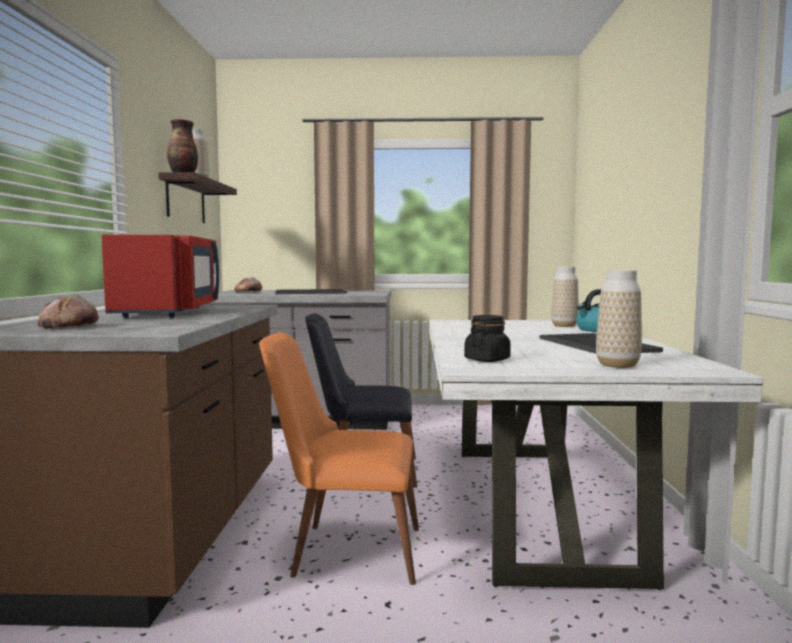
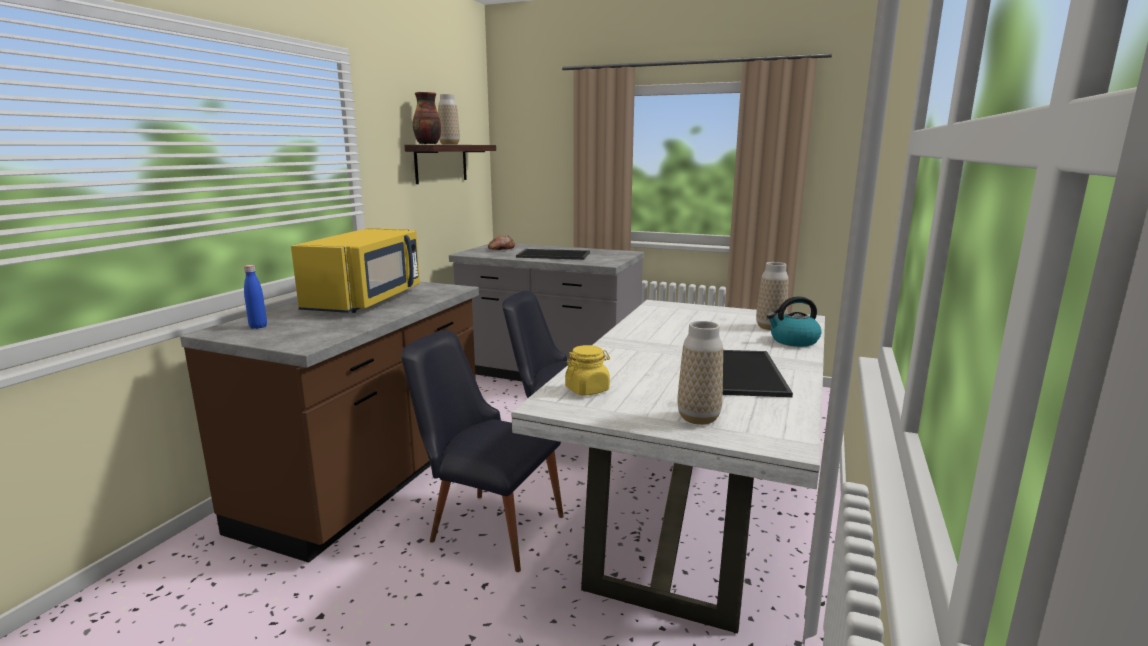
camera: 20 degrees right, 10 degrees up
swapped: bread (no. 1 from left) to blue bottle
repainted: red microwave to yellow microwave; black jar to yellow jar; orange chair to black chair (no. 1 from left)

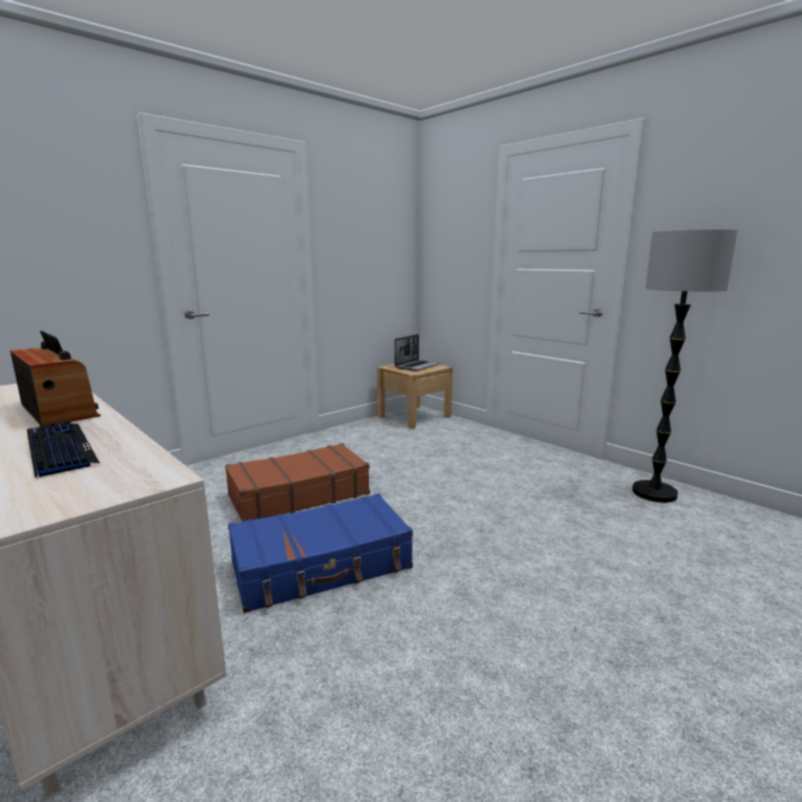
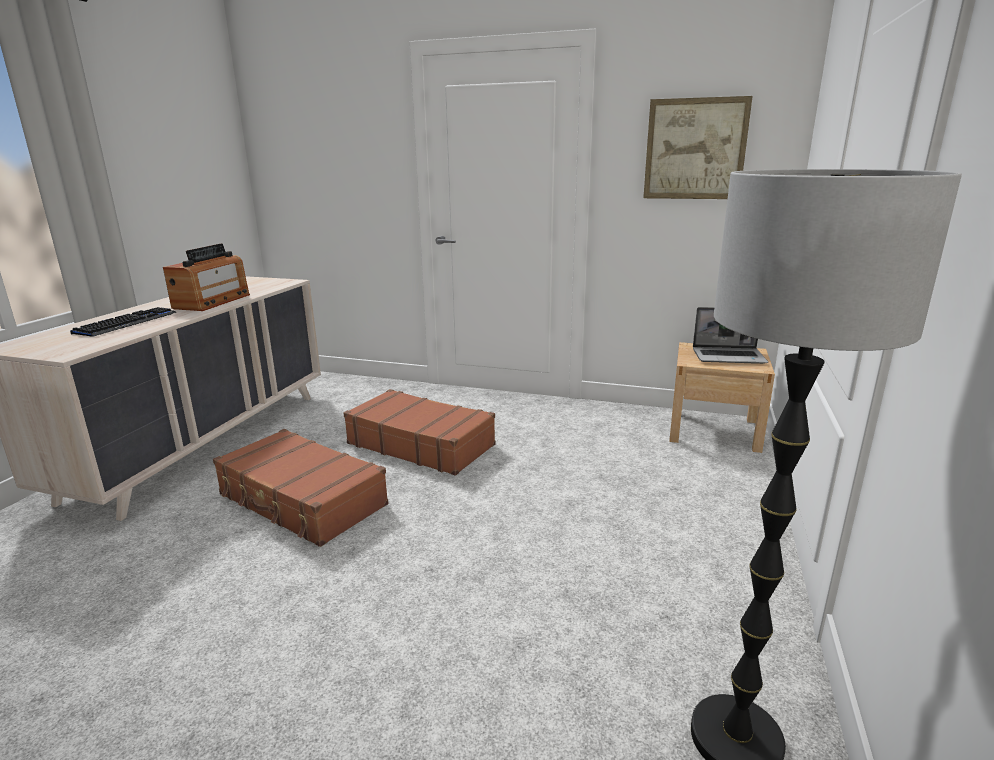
camera: 60 degrees right, 5 degrees up
new: picture
repainted: blue suitcase to brown suitcase (no. 1 from left)

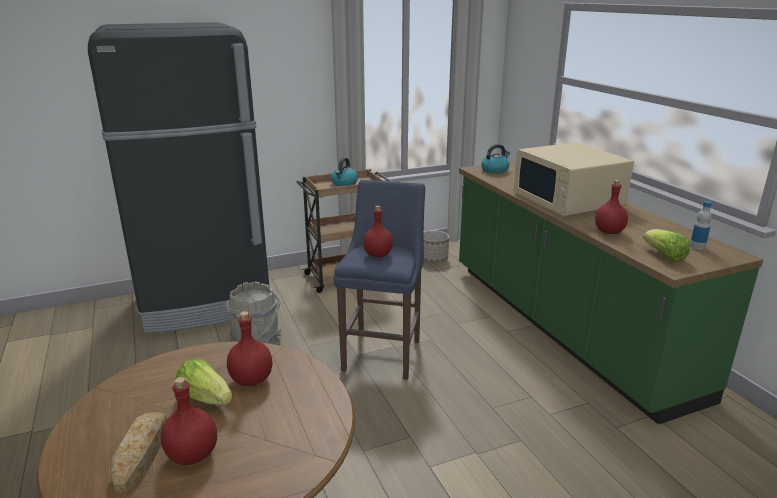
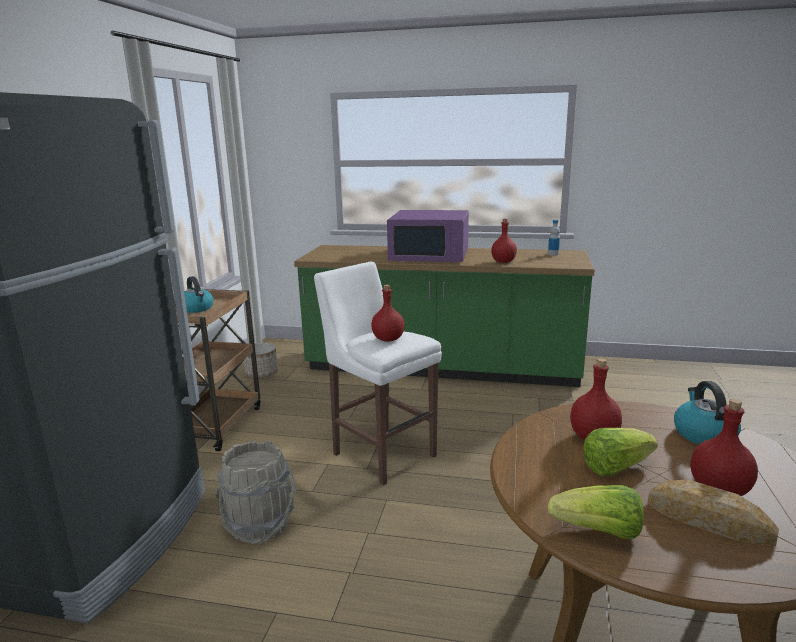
camera: 55 degrees left, 5 degrees down
shifted: kettle (no. 2 from left); lettuce (no. 2 from left in the first image) to lettuce (no. 1 from left)
repainted: beige microwave to purple microwave; blue stool to white stool

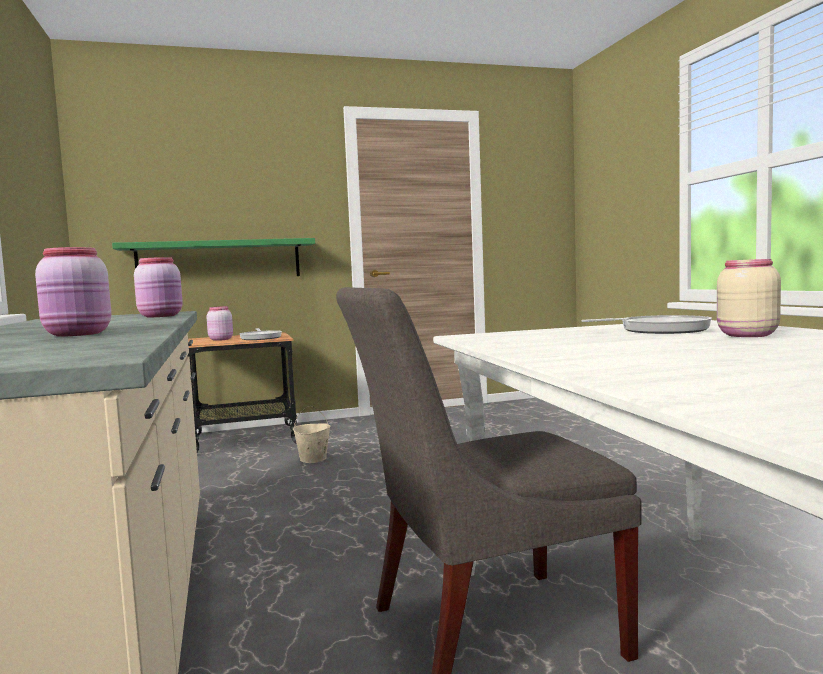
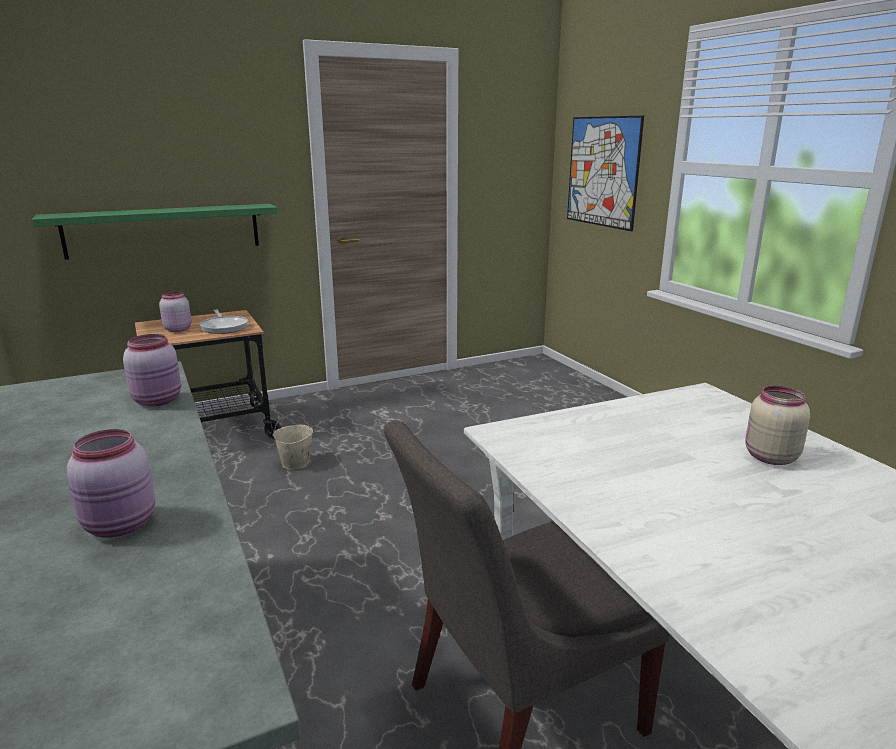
camera: 10 degrees left, 15 degrees up
gone: frying pan (no. 2 from left)
new: picture

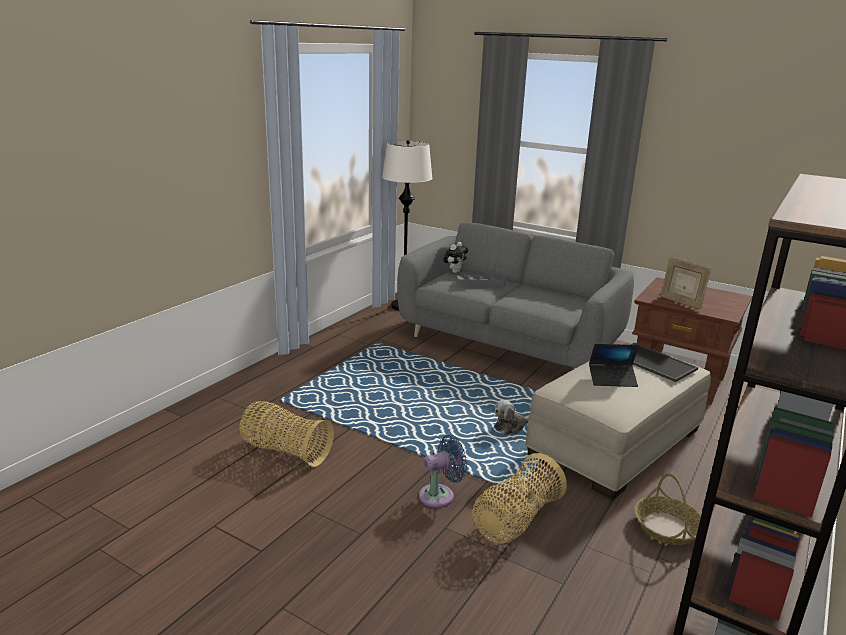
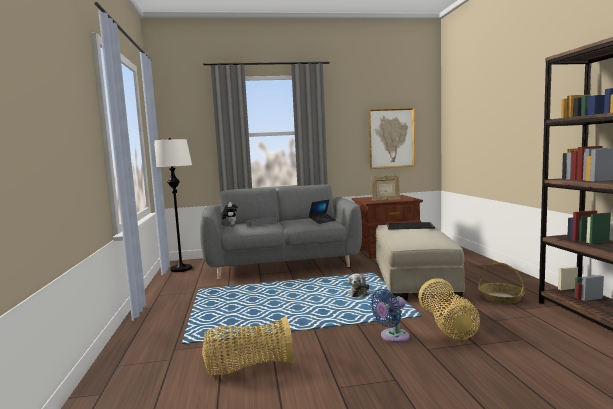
camera: 40 degrees left, 15 degrees down
new: picture
shifted: laptop
rotated: blue fan 150 degrees counterclockwise

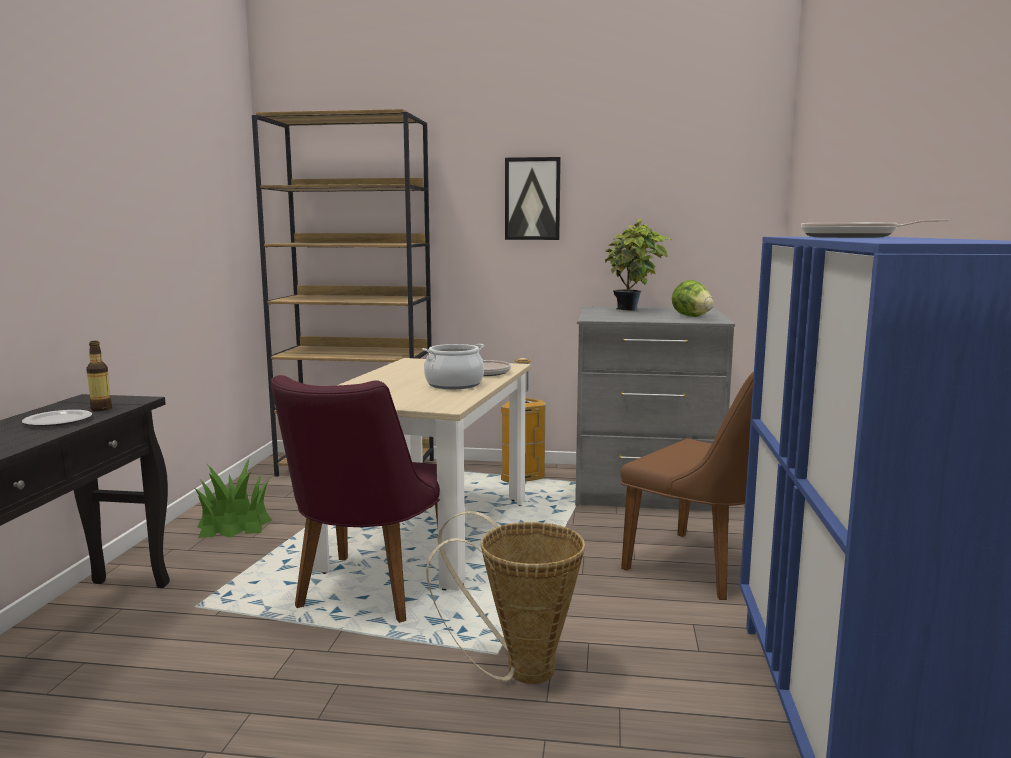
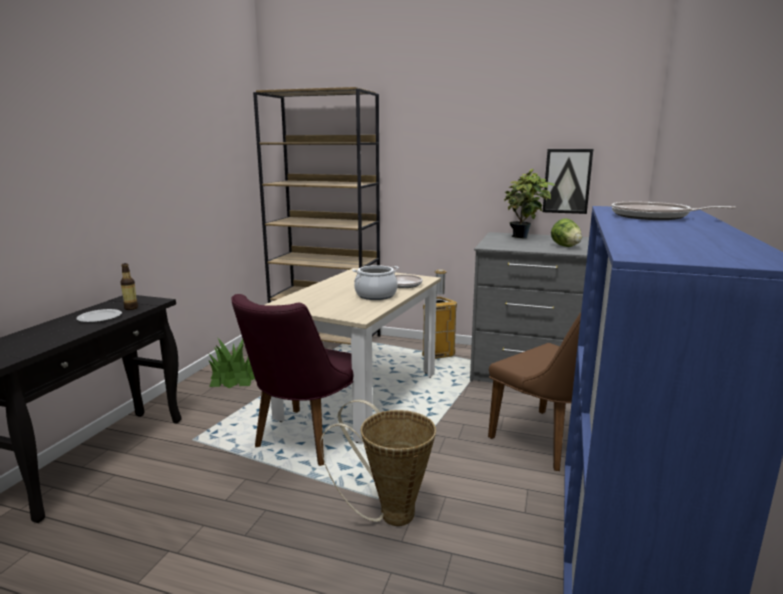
camera: 10 degrees right, 5 degrees up
shifted: picture

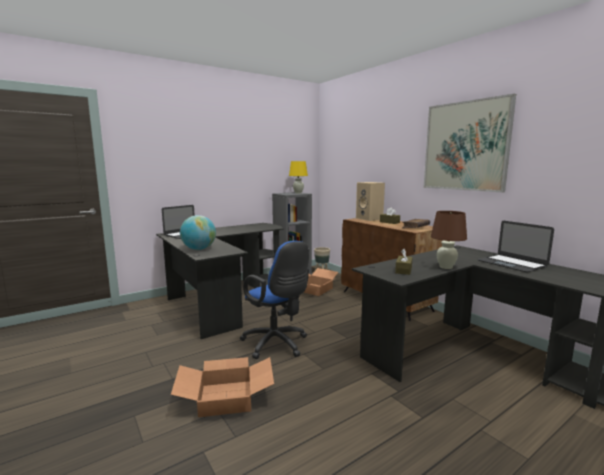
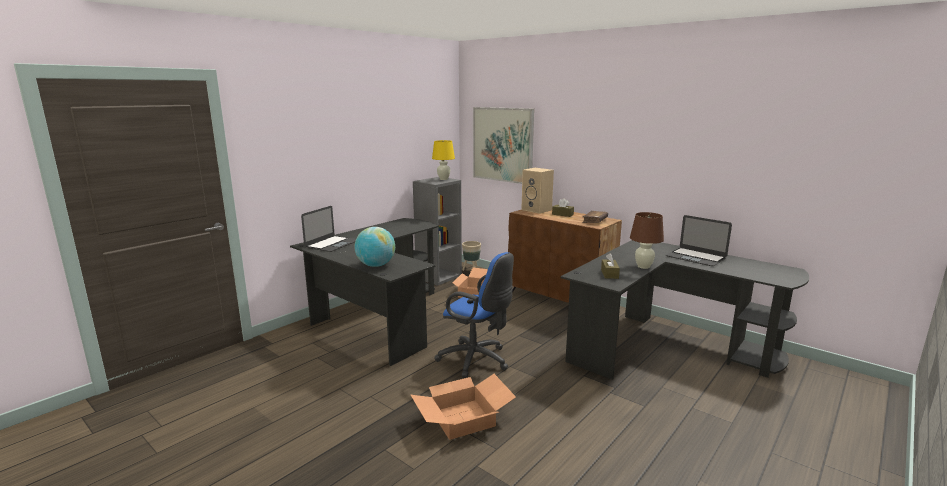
camera: 15 degrees left, 5 degrees up
shifted: picture

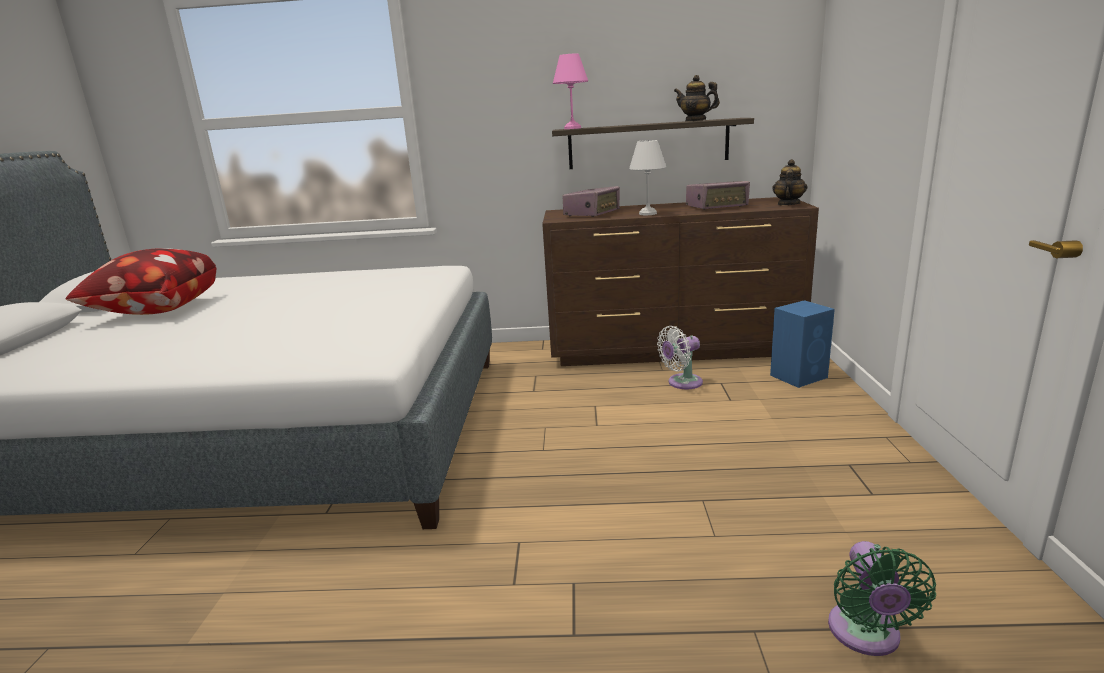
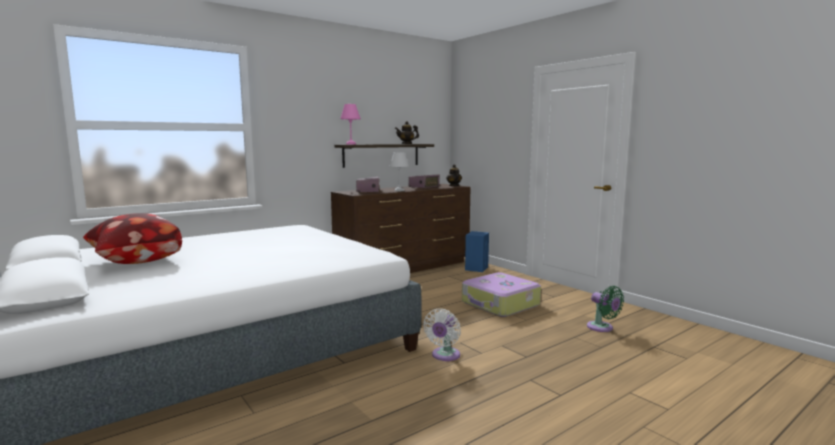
camera: 40 degrees left, 10 degrees down
new: suitcase
shifted: white fan

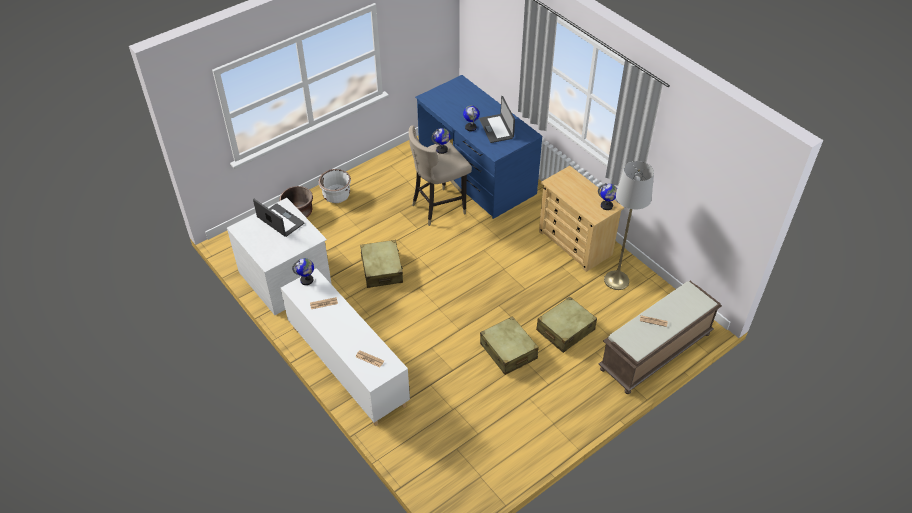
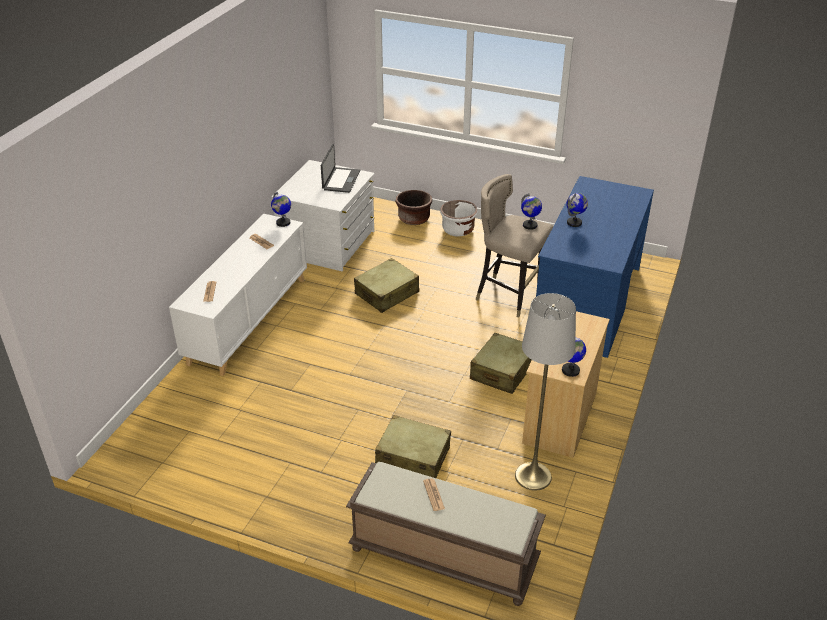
camera: 60 degrees right, 10 degrees down
gone: laptop (no. 2 from left)
shifted: beige suitcase (no. 2 from left in the first image) to beige suitcase (no. 3 from left)

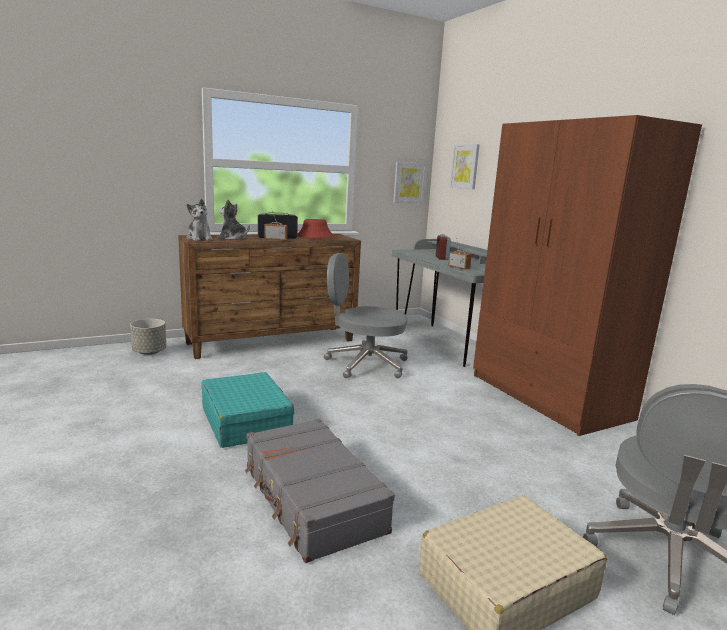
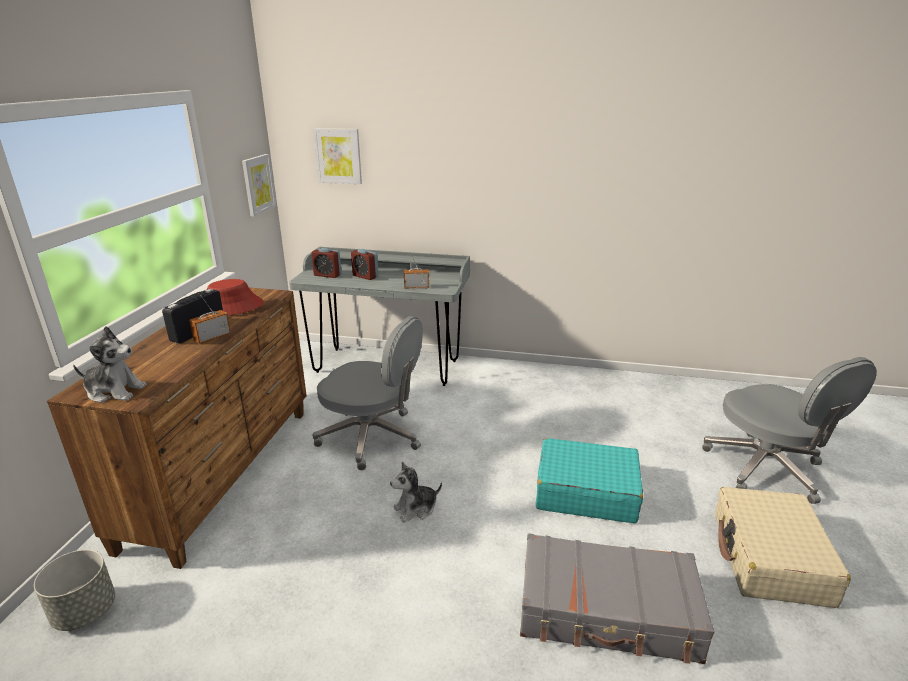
camera: 50 degrees left, 10 degrees up
gone: brown wardrobe
new: alarm clock (no. 1 from left)
shifted: plush toy (no. 2 from left); turquoise suitcase
rotated: grey office chair (no. 1 from left) 120 degrees counterclockwise

